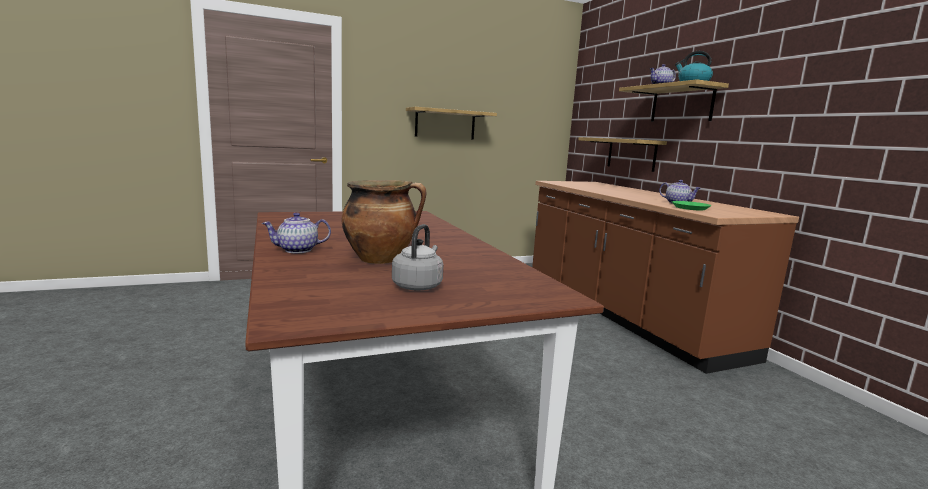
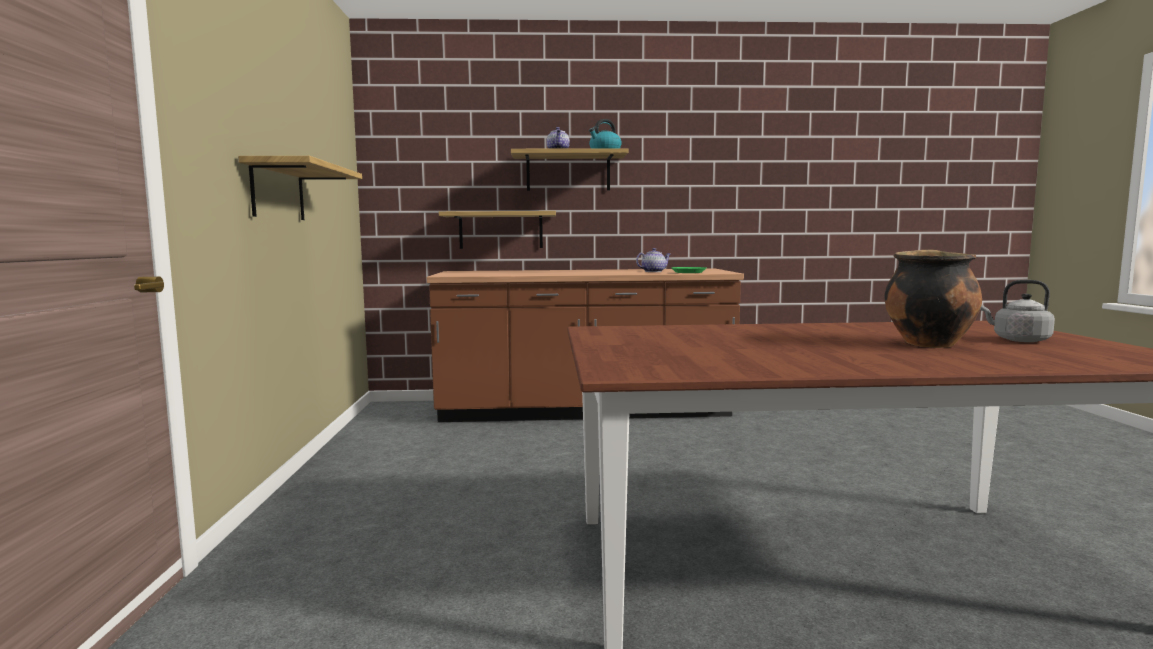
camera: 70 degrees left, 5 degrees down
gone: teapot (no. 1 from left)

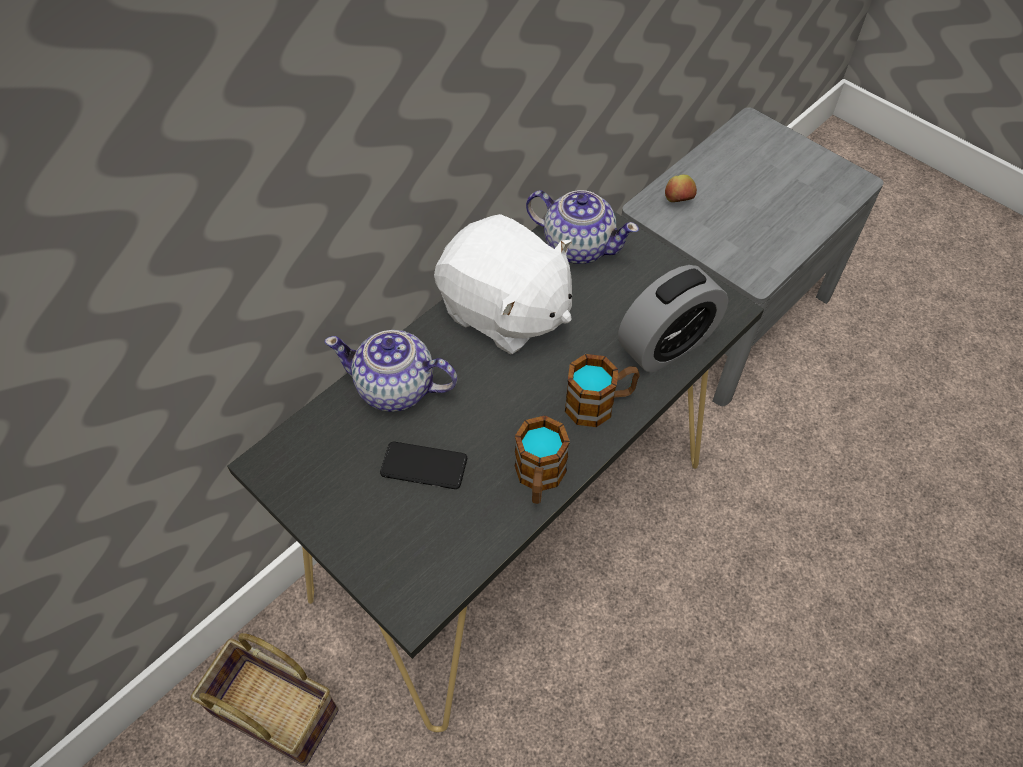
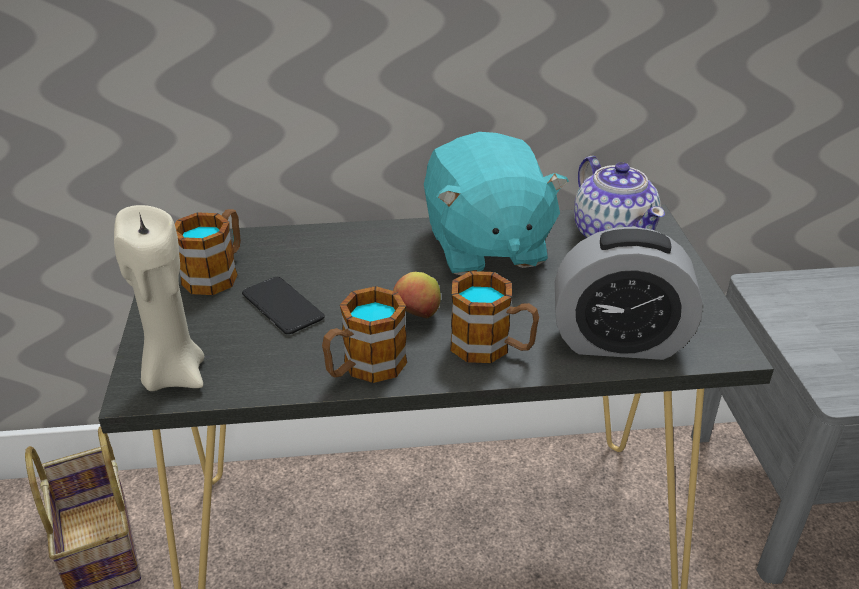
camera: 40 degrees right, 20 degrees down
gone: teapot (no. 1 from left)
new: beige candle; mug (no. 1 from left)
shifted: apple
repainted: white plush toy to turquoise plush toy

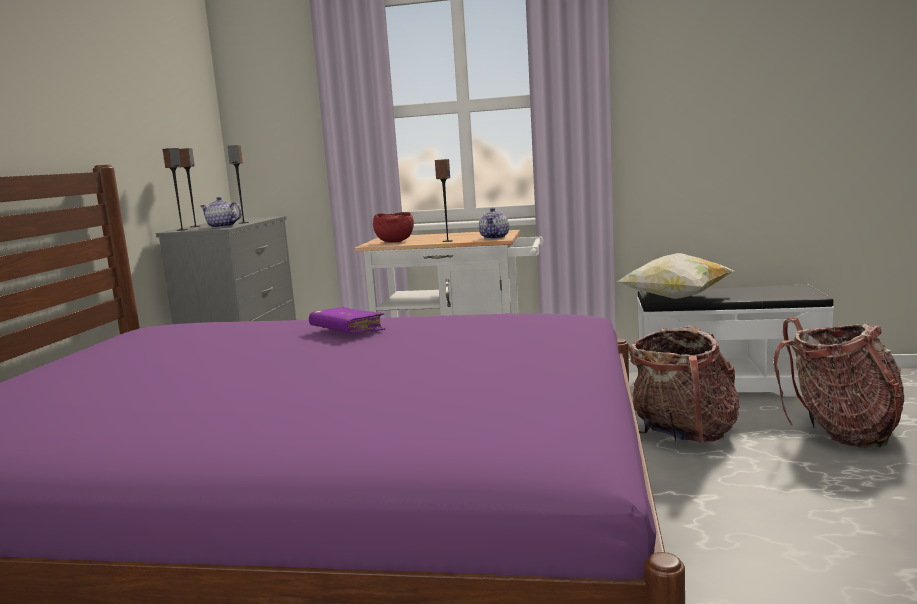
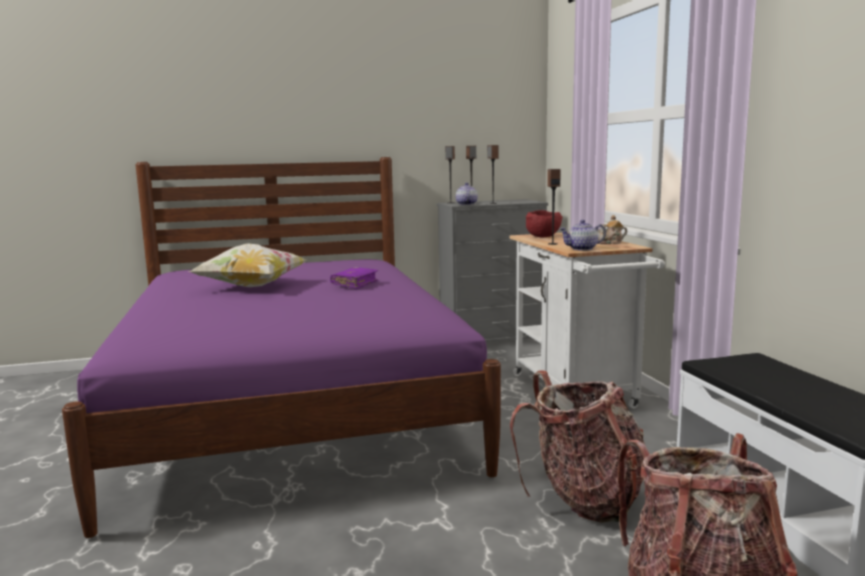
camera: 65 degrees right, 0 degrees up
new: teapot (no. 3 from left)
shifted: pillow

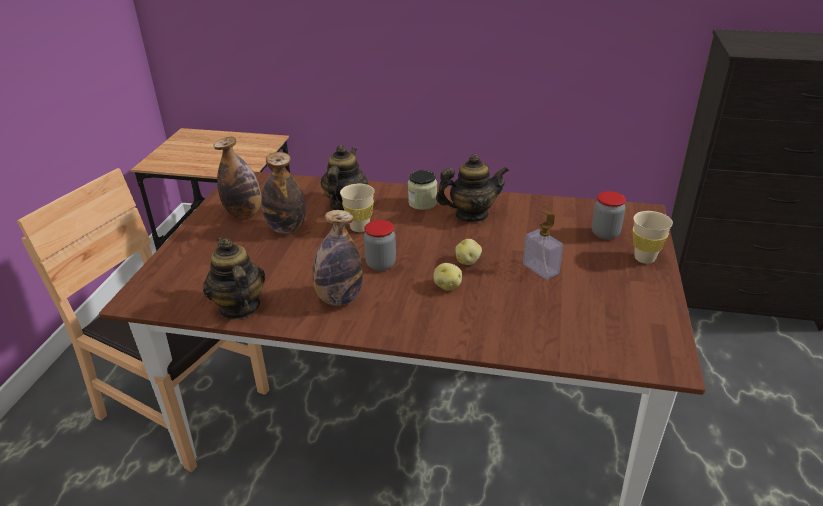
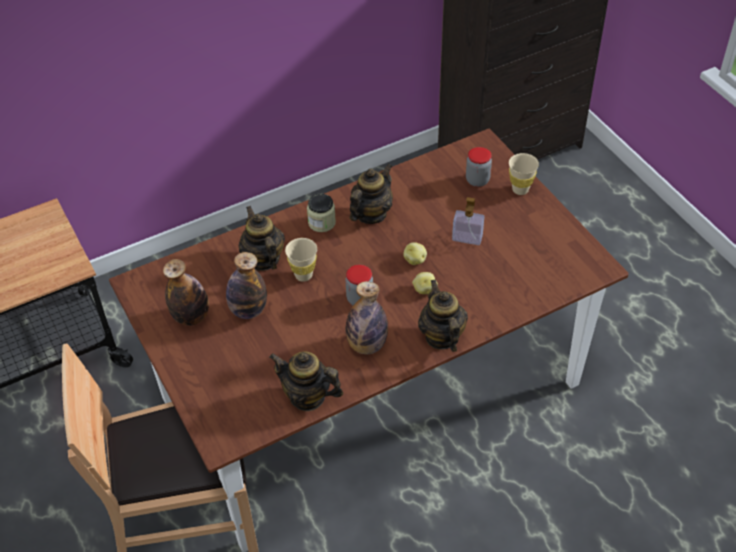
camera: 40 degrees left, 15 degrees up
new: teapot (no. 4 from left)

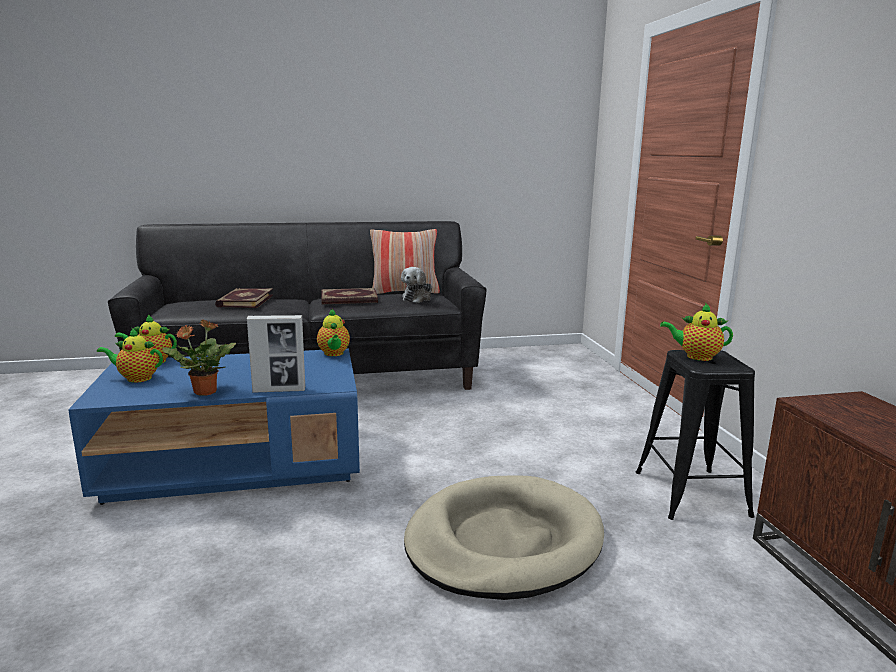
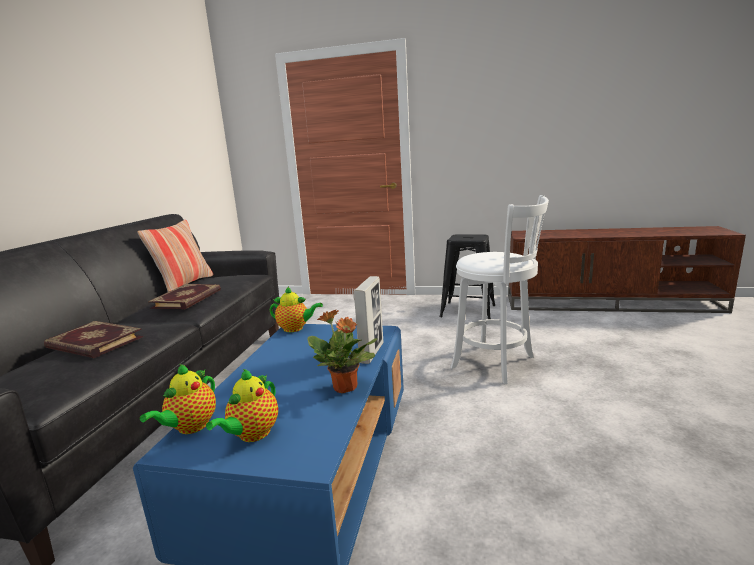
camera: 65 degrees left, 0 degrees up
gone: plush toy; teapot (no. 4 from left)
swapped: beige dog bed to white stool

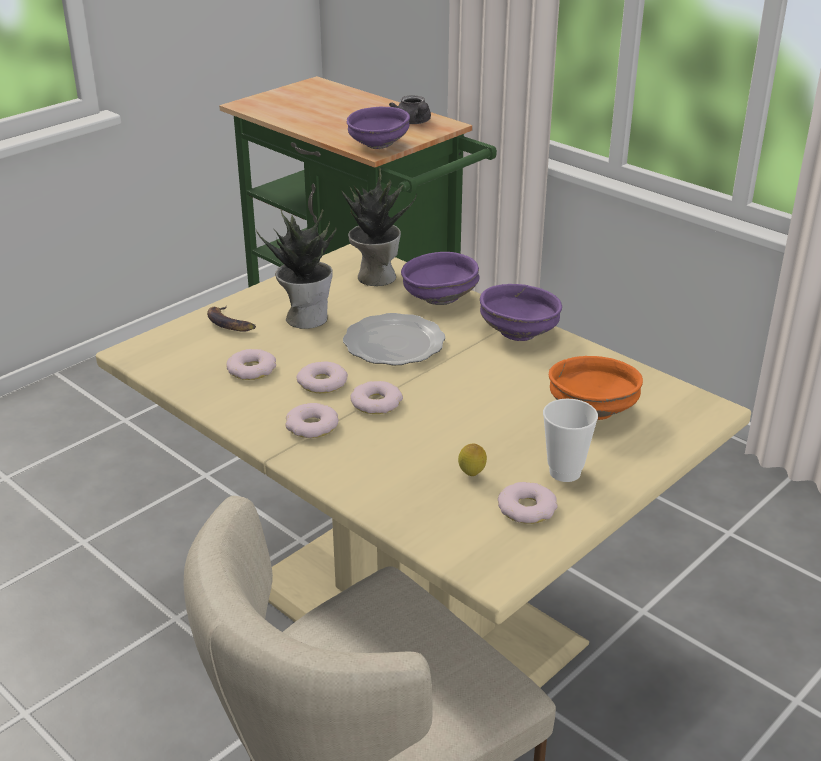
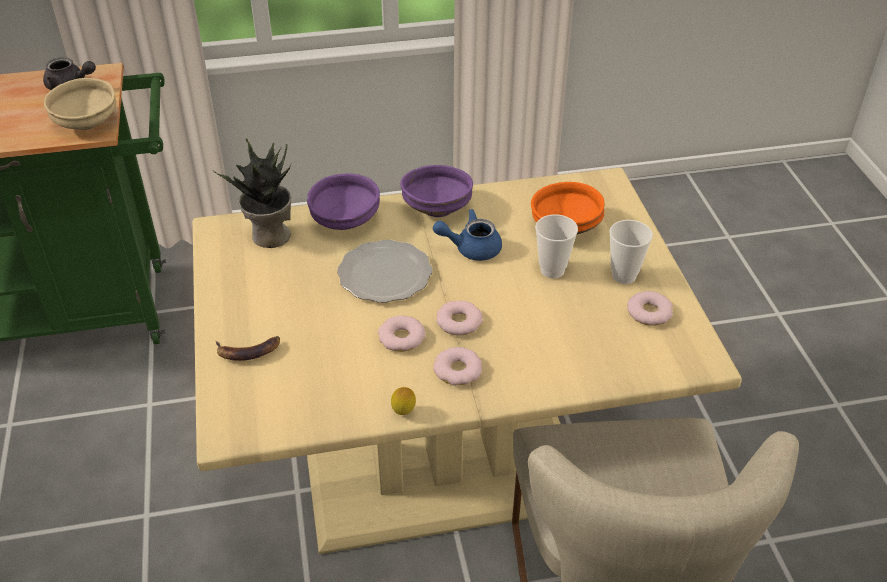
camera: 55 degrees left, 10 degrees up
gone: potted plant (no. 1 from left); donut (no. 1 from left)
new: blue teapot; cup (no. 1 from left)
shifted: lemon
repainted: purple bowl (no. 1 from left) to beige bowl

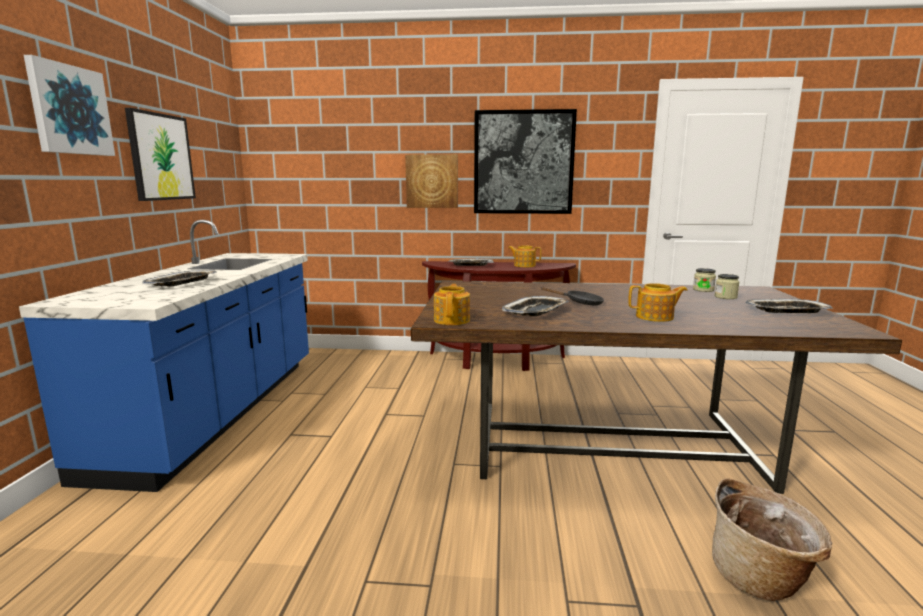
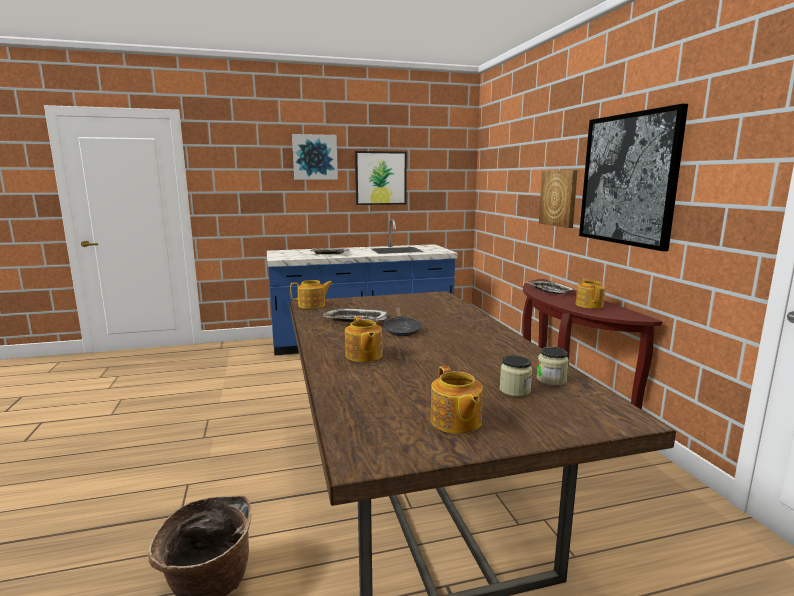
camera: 70 degrees right, 0 degrees up
swapped: tray (no. 4 from left) to teapot (no. 3 from left)

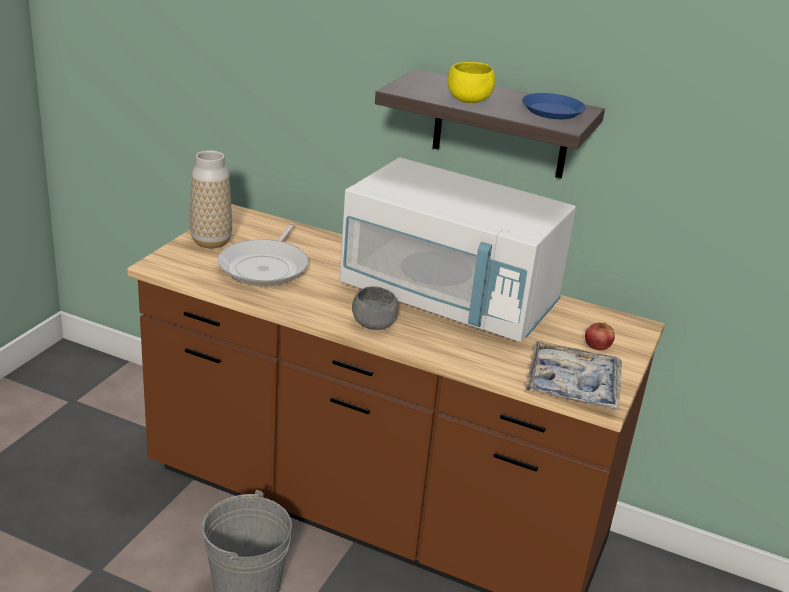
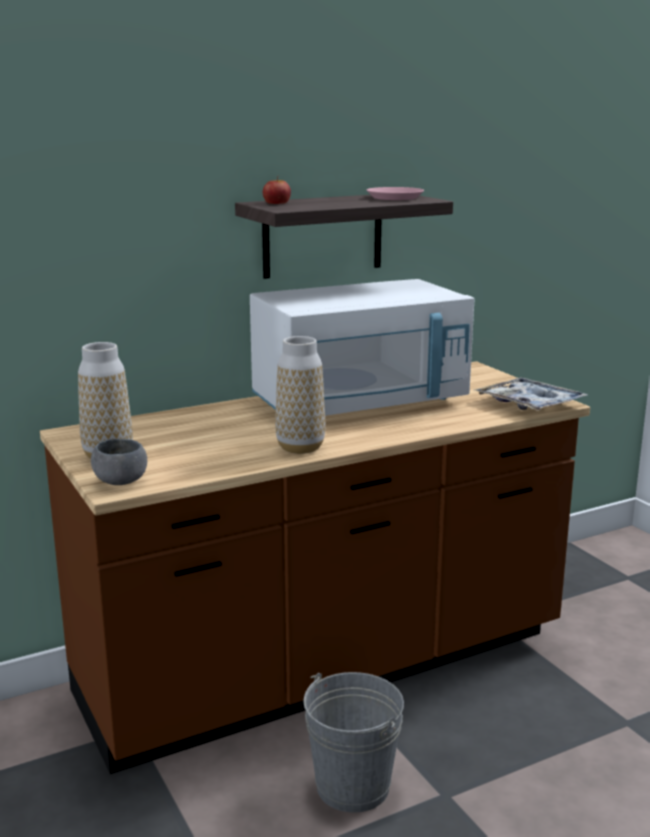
camera: 50 degrees left, 10 degrees down
gone: yellow bowl; frying pan
new: vase (no. 2 from left)
shifted: grey bowl; apple
repainted: blue plate to pink plate

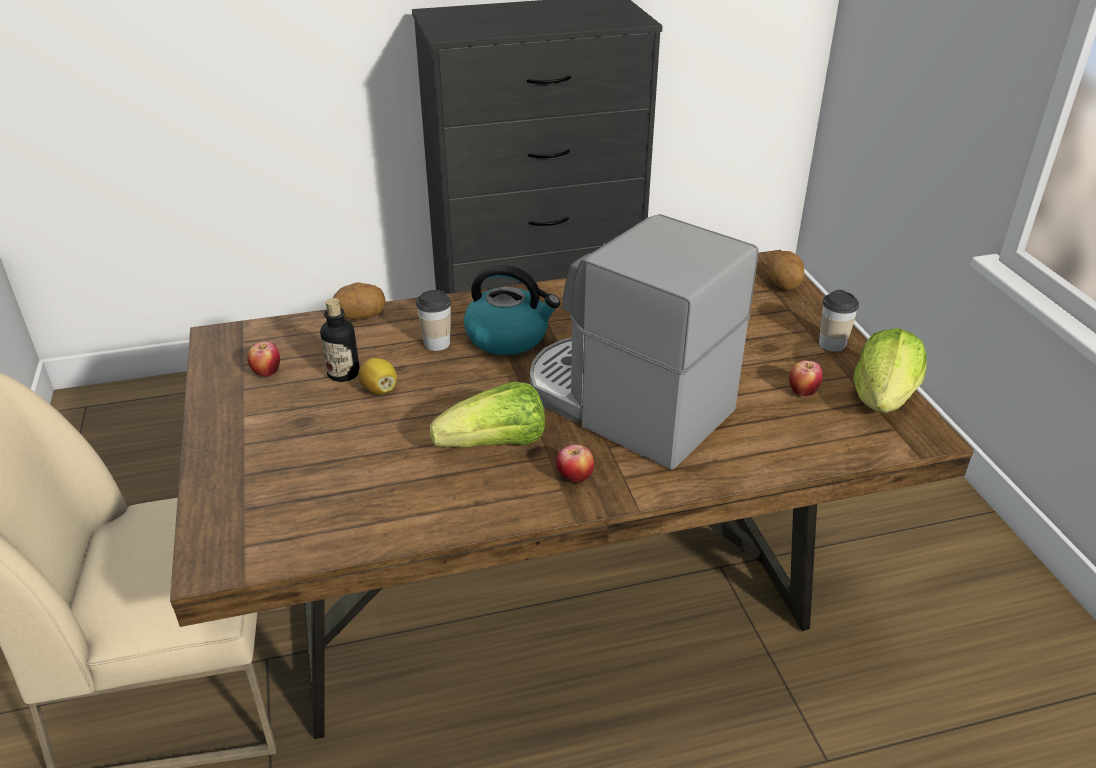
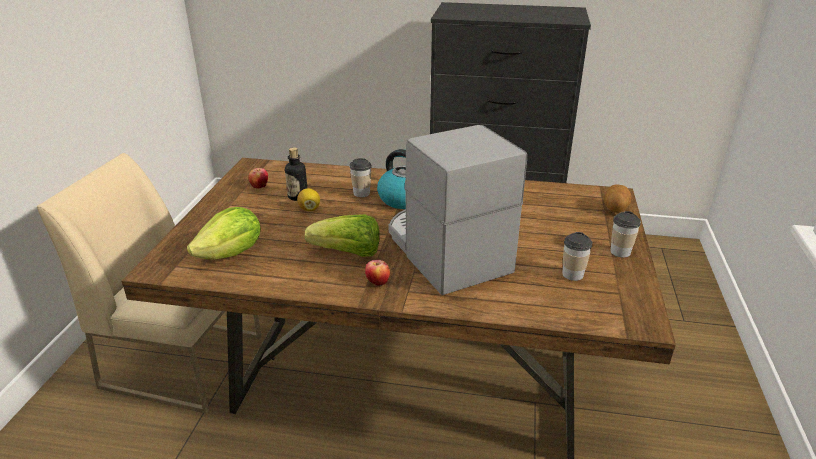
camera: 25 degrees right, 5 degrees down
gone: potato (no. 1 from left)
shifted: lettuce (no. 2 from left in the first image) to lettuce (no. 1 from left)
swapped: apple (no. 3 from left) to cup (no. 2 from left)

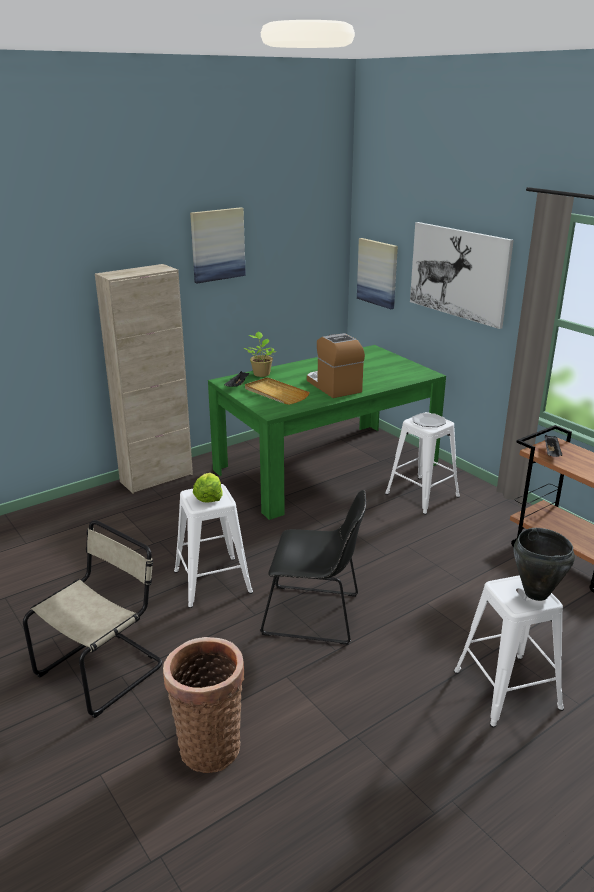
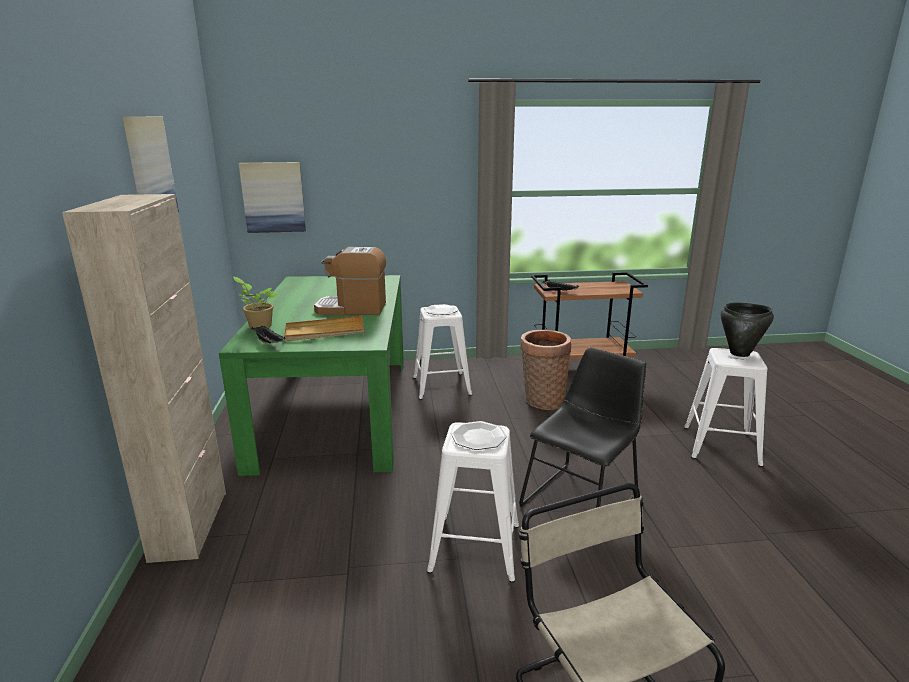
camera: 60 degrees left, 5 degrees down
gone: picture (no. 3 from left)
shifted: basket
swapped: lettuce to plate (no. 2 from left)

